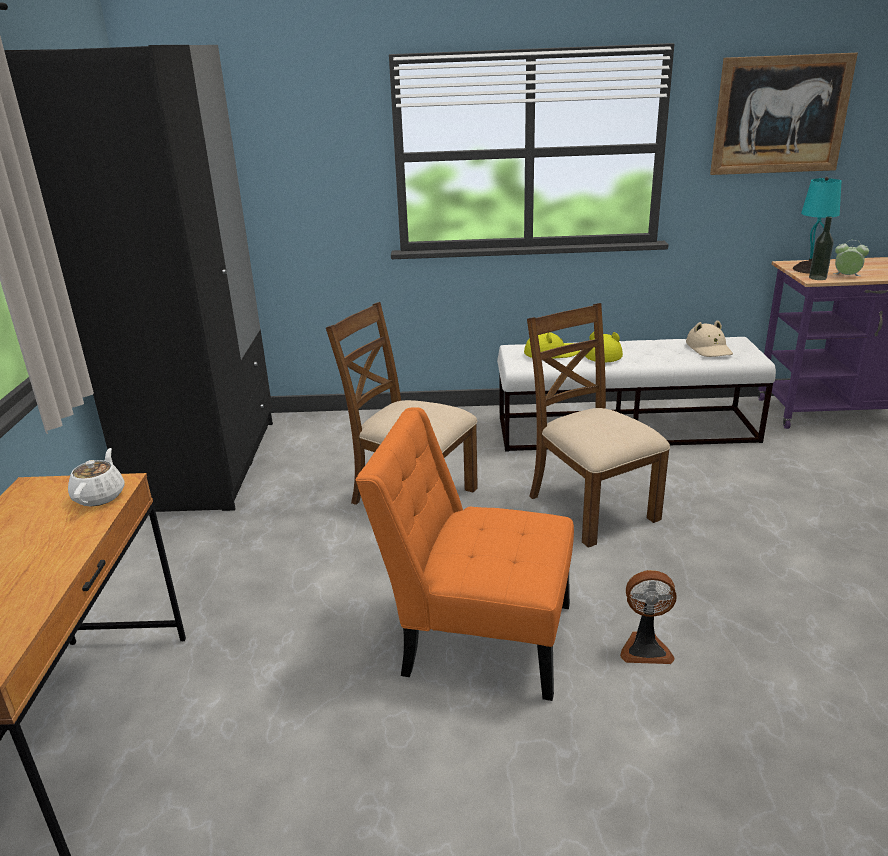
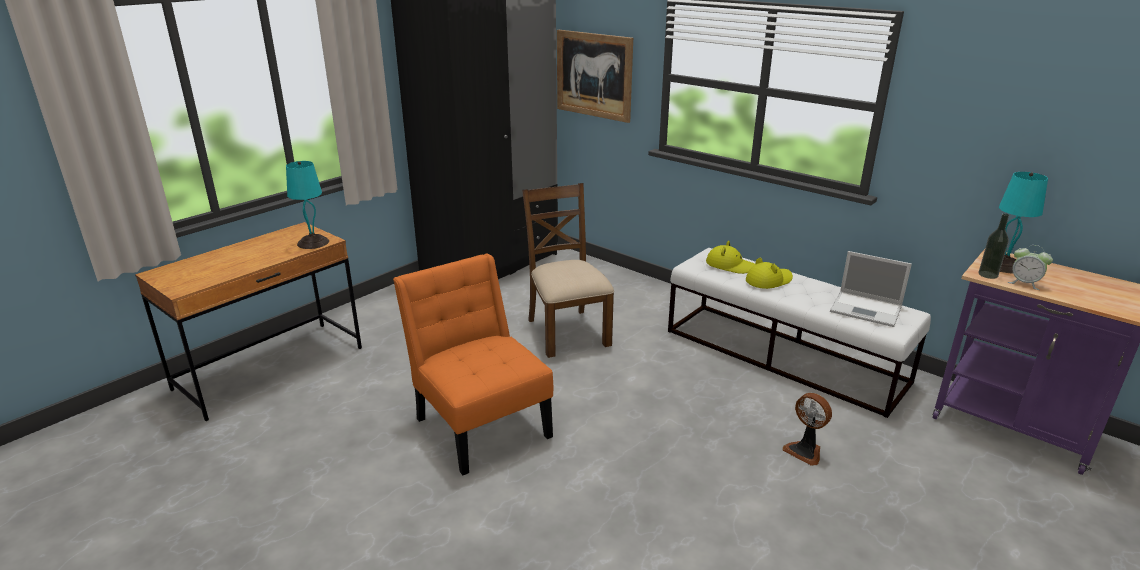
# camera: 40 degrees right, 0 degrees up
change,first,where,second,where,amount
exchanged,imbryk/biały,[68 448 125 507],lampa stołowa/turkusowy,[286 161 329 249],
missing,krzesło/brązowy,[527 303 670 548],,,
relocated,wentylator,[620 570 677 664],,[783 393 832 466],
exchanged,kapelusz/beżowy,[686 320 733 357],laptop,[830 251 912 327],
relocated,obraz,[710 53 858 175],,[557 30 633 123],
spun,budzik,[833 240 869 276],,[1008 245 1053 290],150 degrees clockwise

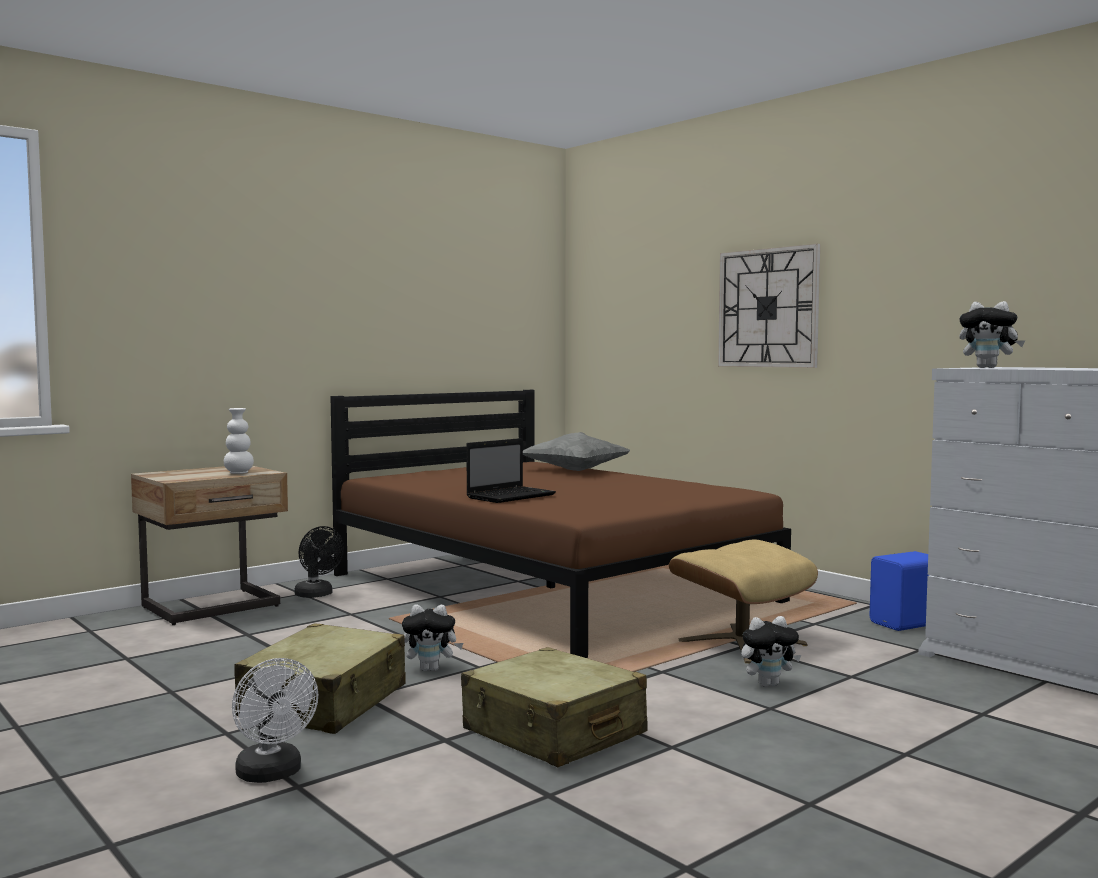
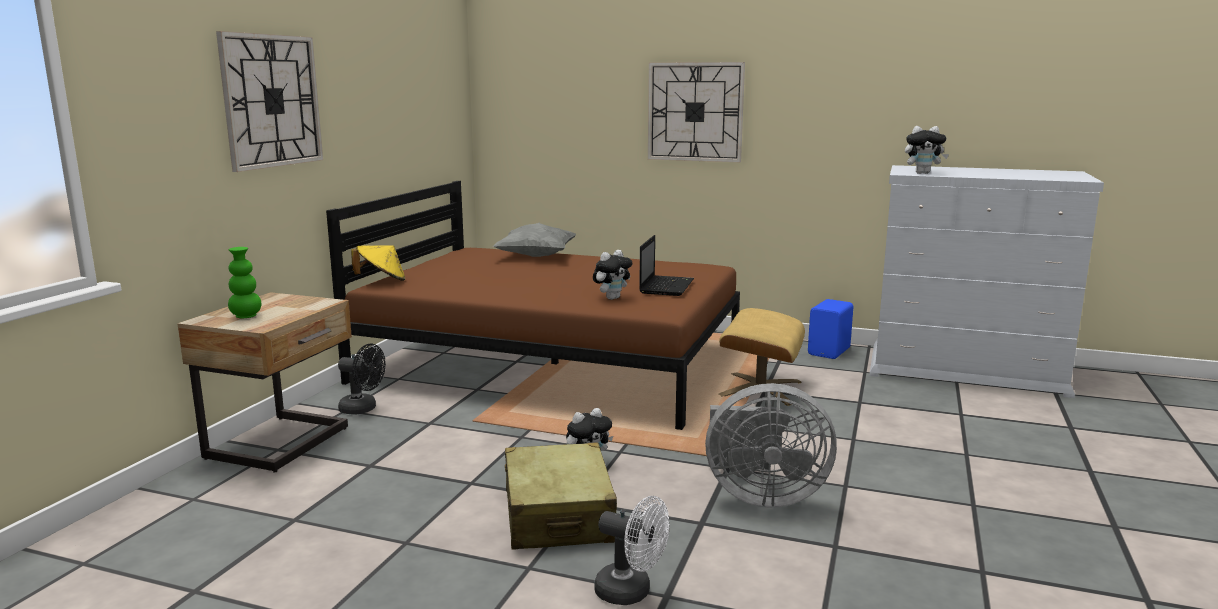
# camera: 30 degrees left, 10 degrees up
change,first,where,second,where,amount
missing,wazon/biały,[224 408 254 474],,,
exchanged,walizka/beżowy,[461 647 647 767],wentylator/szary,[705 383 837 508],
relocated,laptop,[466 438 556 503],,[639 235 694 296],
relocated,pluszak,[741 616 801 687],,[593 250 632 300],
appeared,,,zegar ścienny,[216 31 323 172],
appeared,,,wazon/zielony,[228 247 261 318],
appeared,,,kapelusz/żółty,[351 245 405 281],

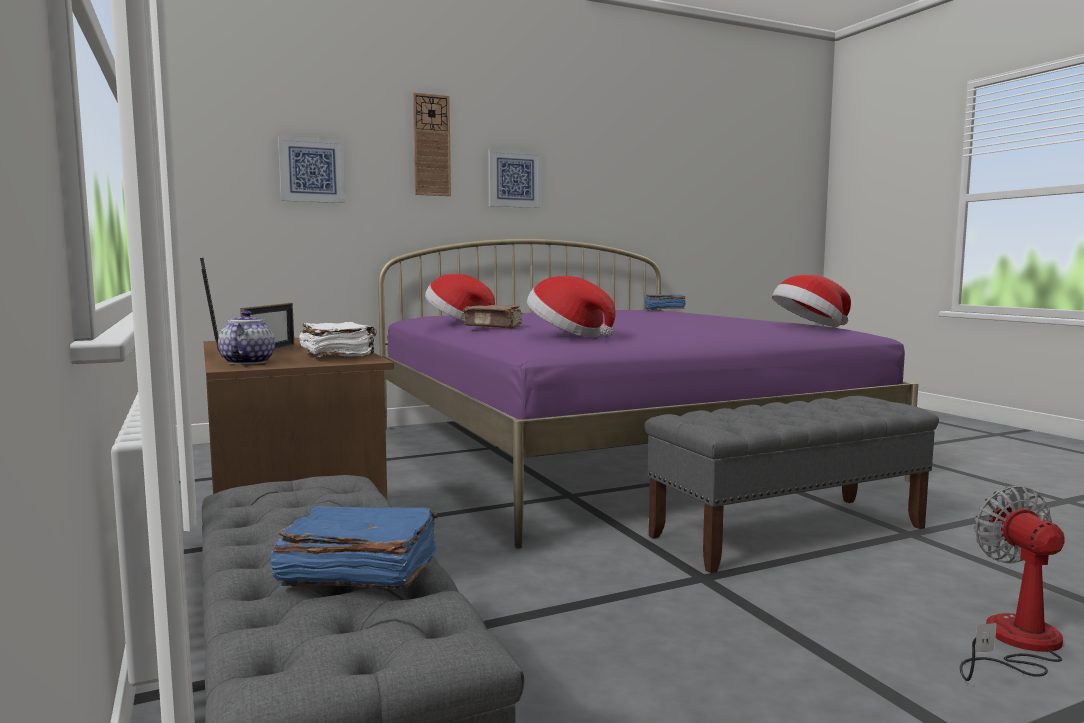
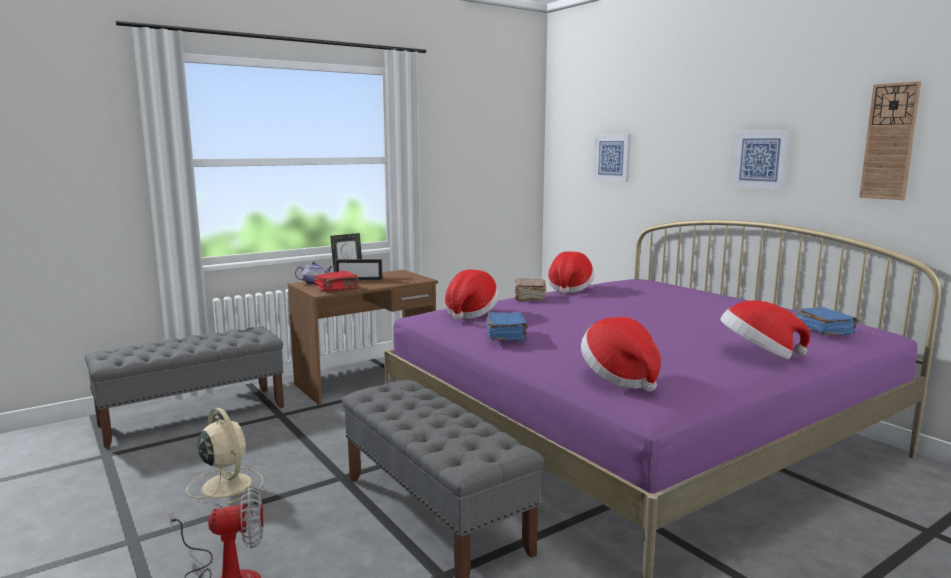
# camera: 80 degrees right, 5 degrees up
change,first,where,second,where,amount
relocated,książka/niebieski,[270 505 438 589],,[486 312 528 341],
colour,książka/biały,[299 322 377 357],książka/czerwony,[314 271 359 292],
relocated,zegar ścienny,[413 93 451 196],,[859 81 921 200],
appeared,,,wentylator/beżowy,[186 408 263 505],
appeared,,,kapelusz,[720 300 810 359],

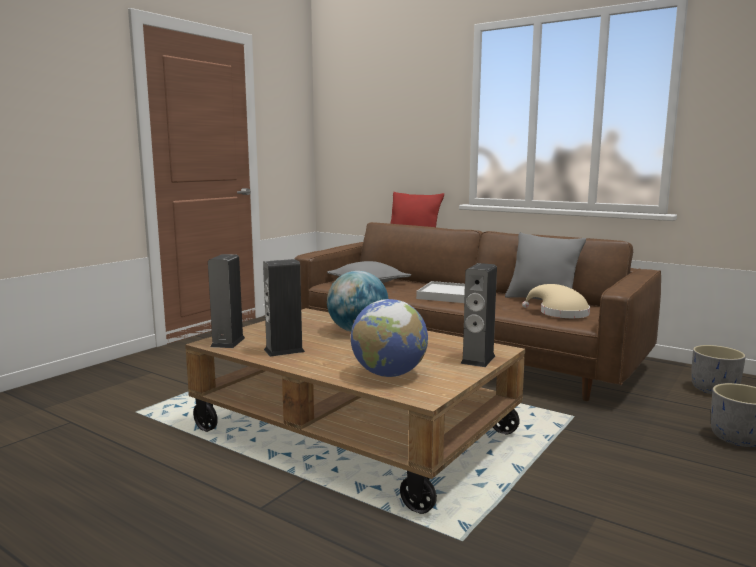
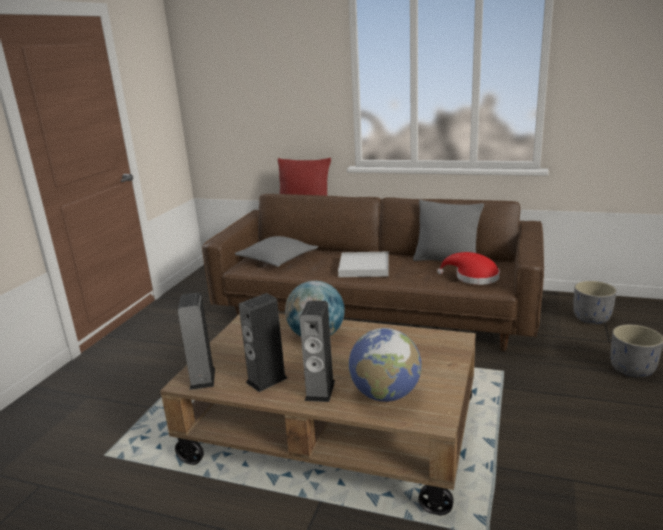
# camera: 15 degrees left, 10 degrees up
change,first,where,second,where,amount
relocated,głośnik,[460 263 497 367],,[299 300 335 402],
colour,kapelusz/beżowy,[522 284 590 318],kapelusz/czerwony,[437 252 500 285],

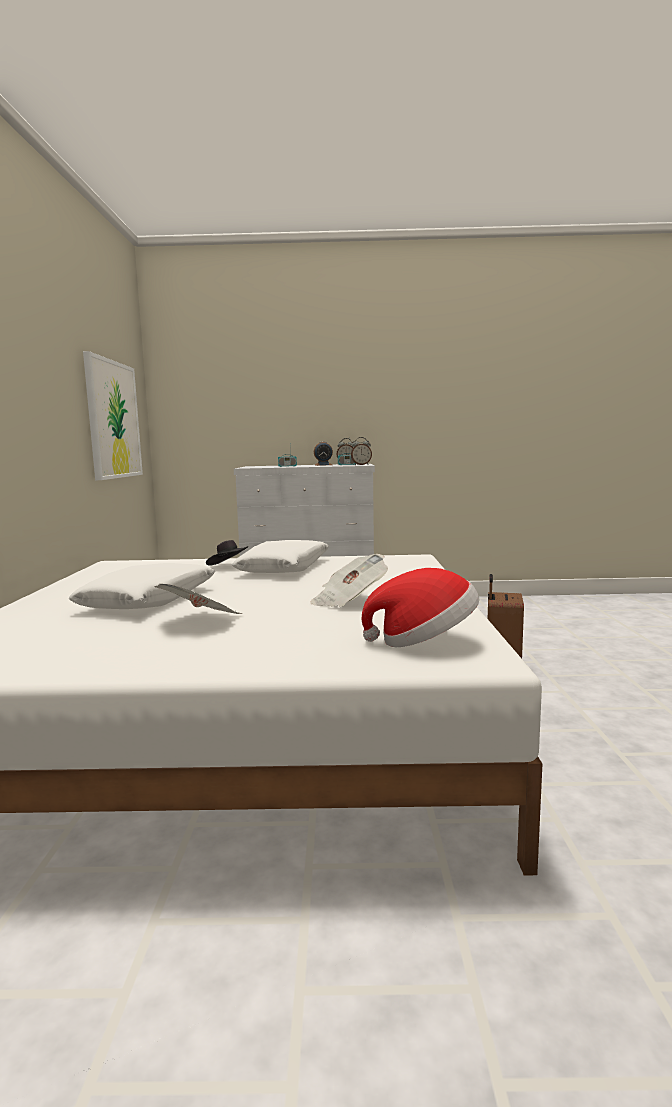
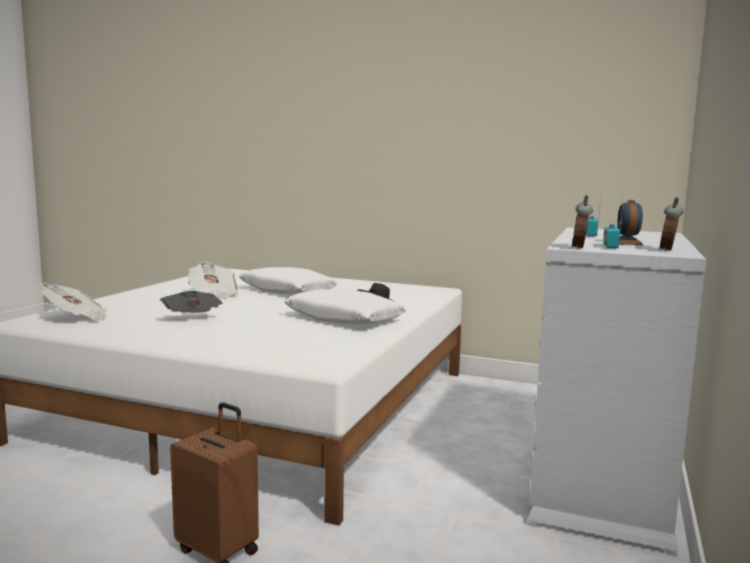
# camera: 110 degrees right, 0 degrees up
change,first,where,second,where,amount
missing,obraz,[83 351 143 480],,,
exchanged,kapelusz,[361 568 479 647],gazeta,[41 283 107 321],

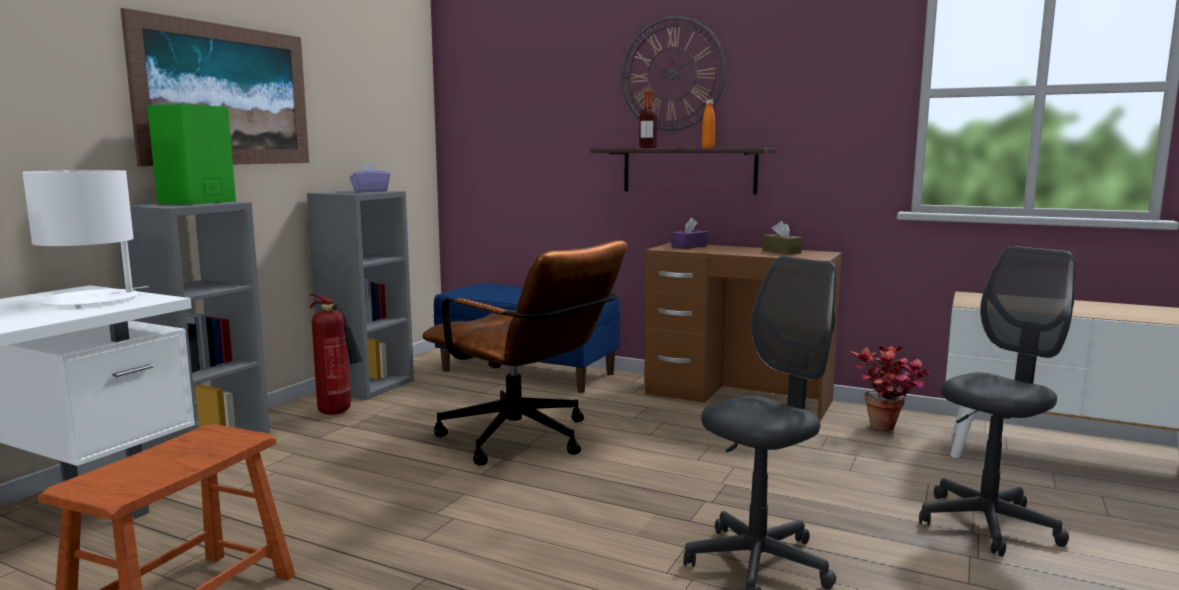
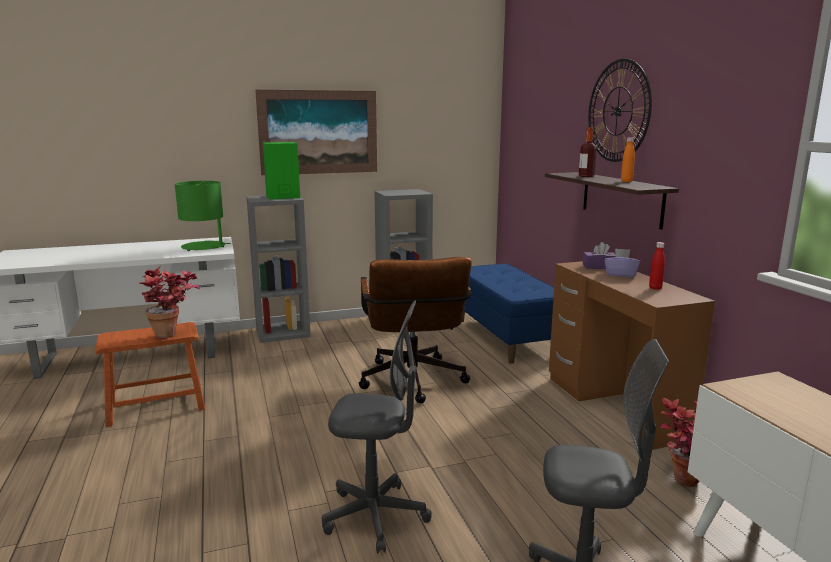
# camera: 45 degrees right, 5 degrees up
change,first,where,second,where,amount
colour,lampa stołowa/biały,[22 170 149 308],lampa stołowa/zielony,[175 181 230 251],
missing,gaśnica,[309 294 362 415],,,
relocated,pudełko chusteczek/fioletowy,[350 163 390 192],,[604 248 640 277],
exchanged,pudełko chusteczek/brązowy,[762 221 802 255],butelka/czerwony,[649 242 665 290],
appeared,,,roślina doniczkowa,[139 266 200 338],

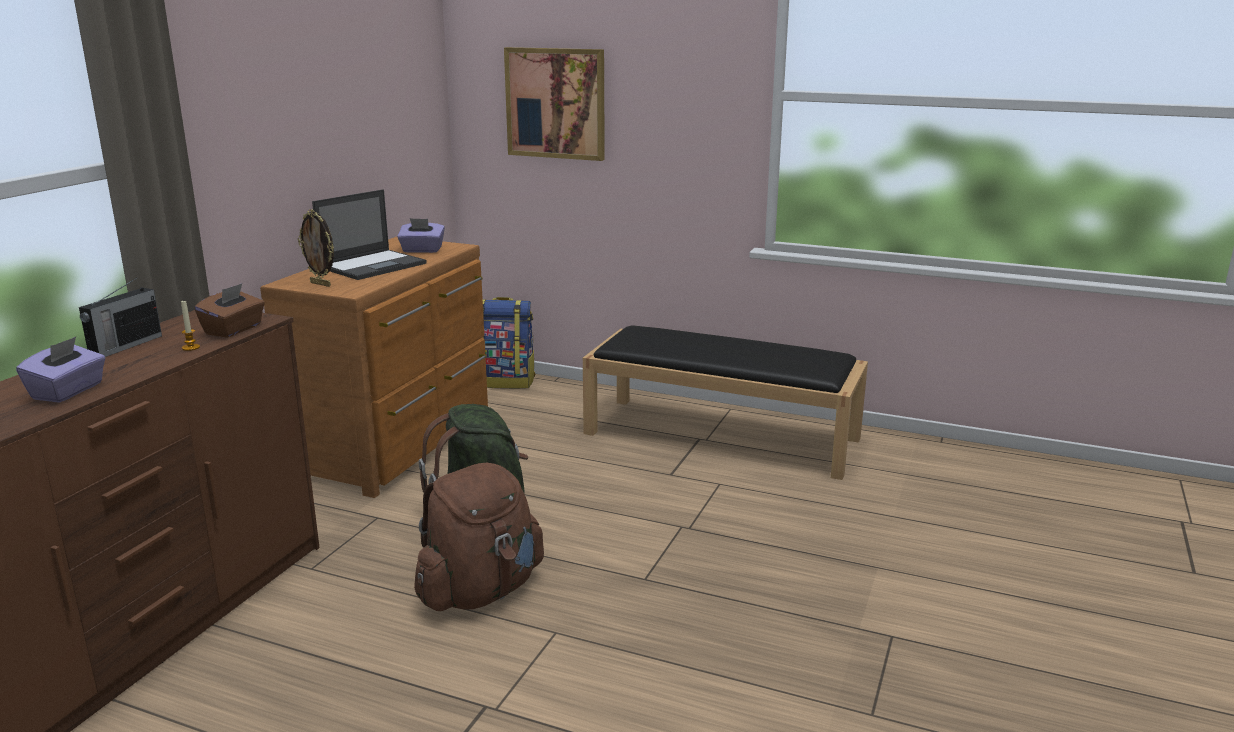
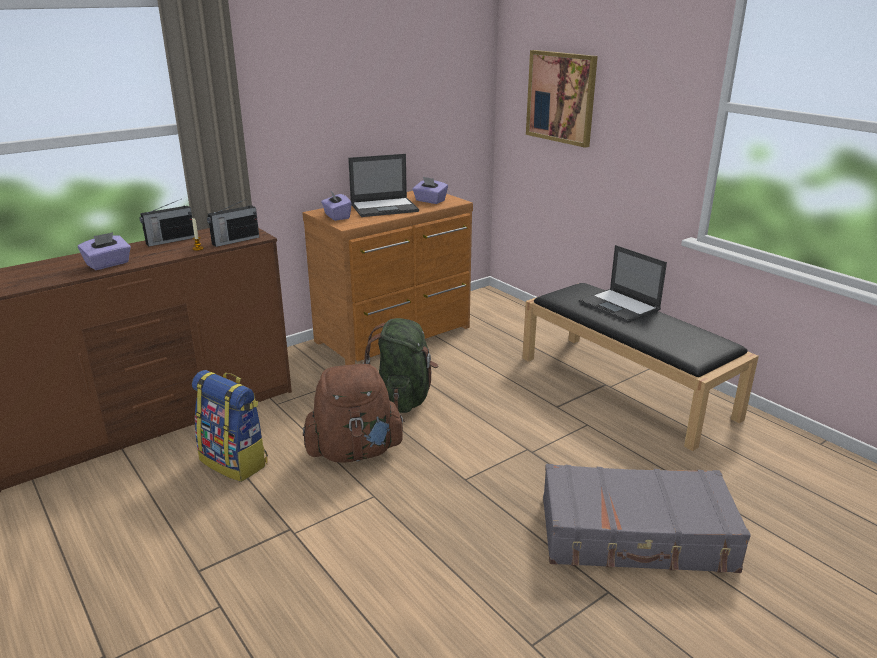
# camera: 30 degrees right, 5 degrees up
change,first,where,second,where,amount
exchanged,pudełko chusteczek/brązowy,[194 283 265 338],radio,[207 199 259 247],
exchanged,ramka na zdjęcie,[298 209 334 287],pudełko chusteczek/fioletowy,[321 190 352 221],
relocated,plecak,[483 297 535 389],,[192 370 268 482],
appeared,,,walizka/szary,[543 464 751 573],
appeared,,,laptop,[579 245 667 323],

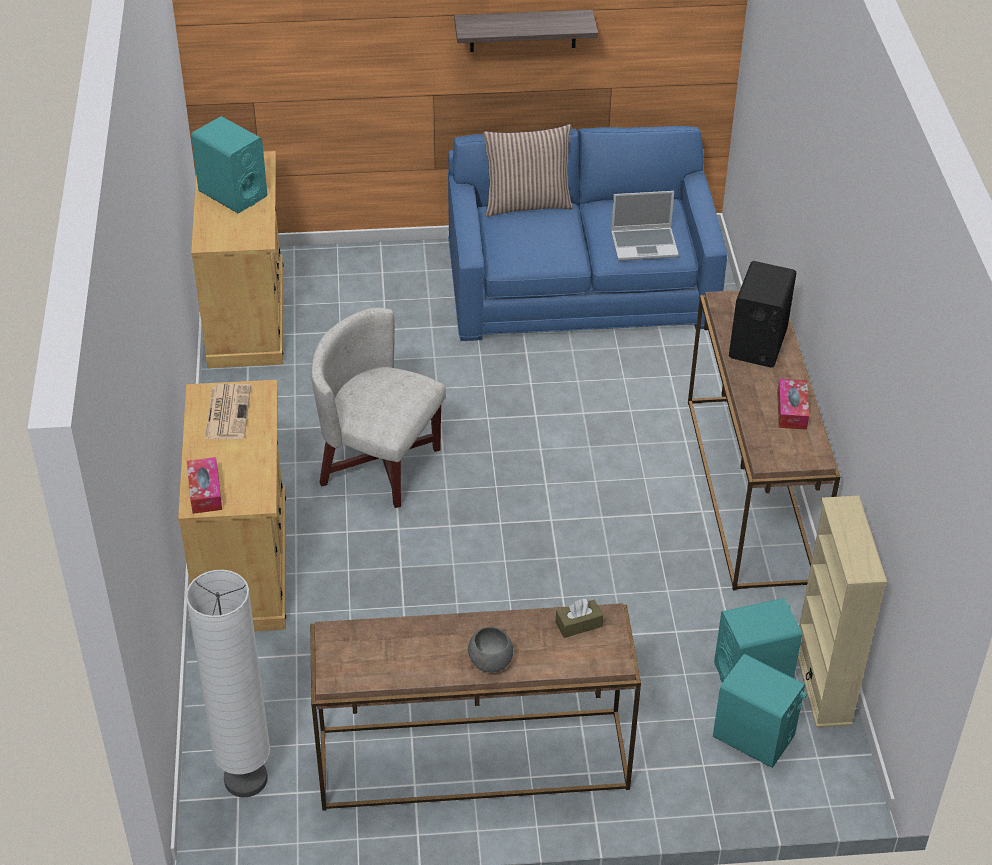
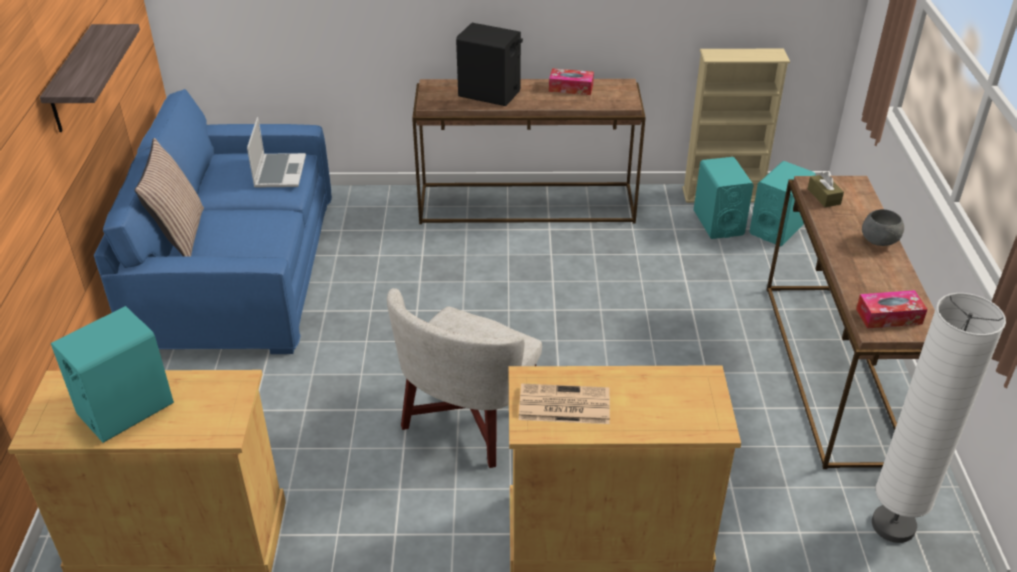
# camera: 85 degrees left, 5 degrees down
change,first,where,second,where,amount
relocated,pudełko chusteczek,[187 457 222 514],,[856 290 928 329],

